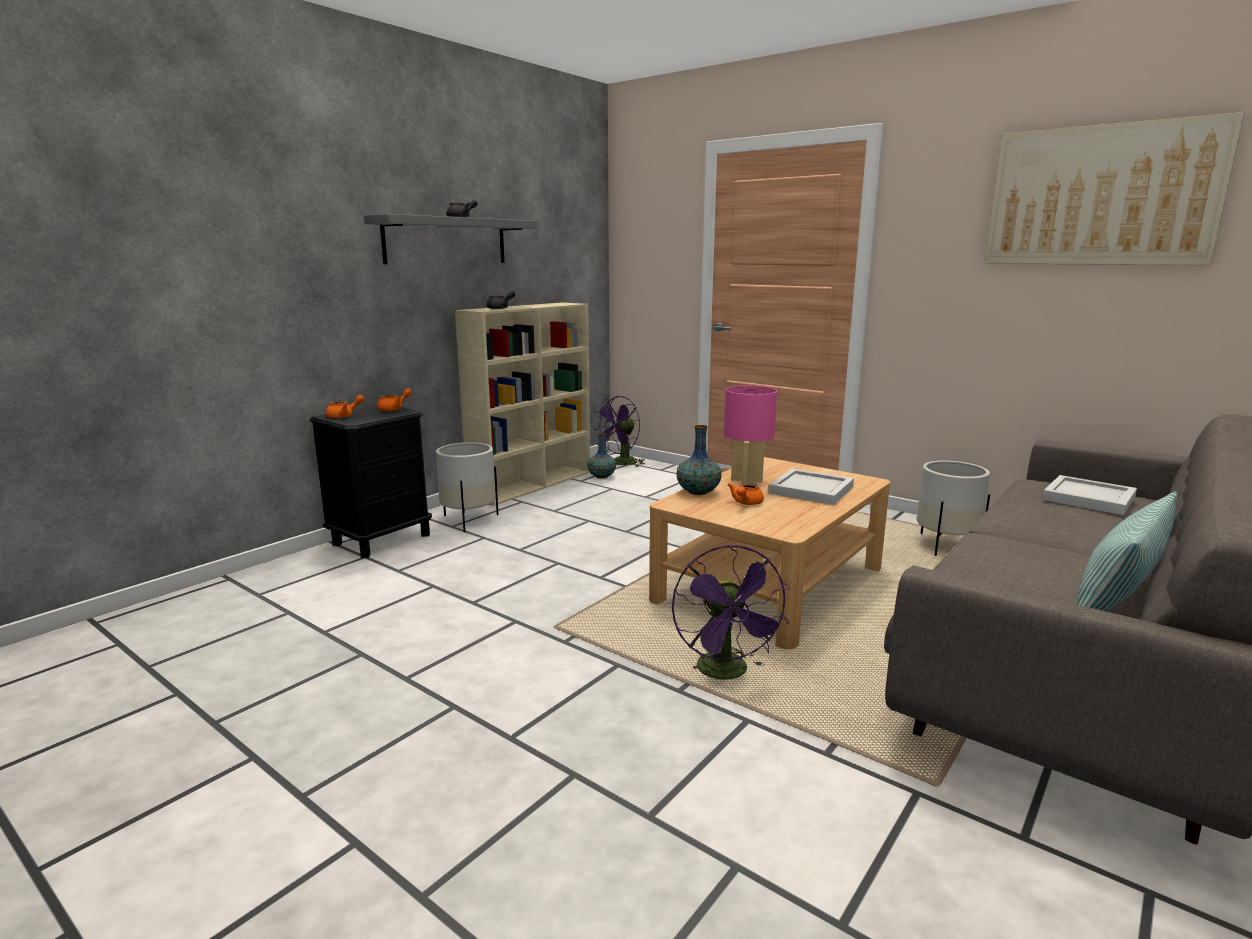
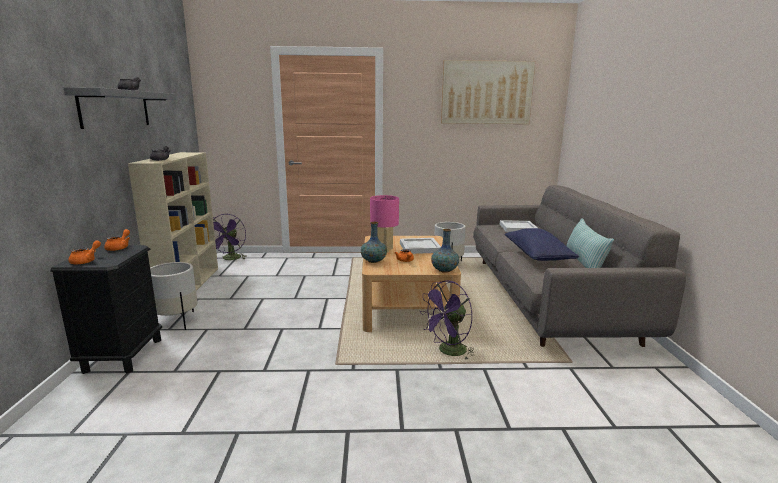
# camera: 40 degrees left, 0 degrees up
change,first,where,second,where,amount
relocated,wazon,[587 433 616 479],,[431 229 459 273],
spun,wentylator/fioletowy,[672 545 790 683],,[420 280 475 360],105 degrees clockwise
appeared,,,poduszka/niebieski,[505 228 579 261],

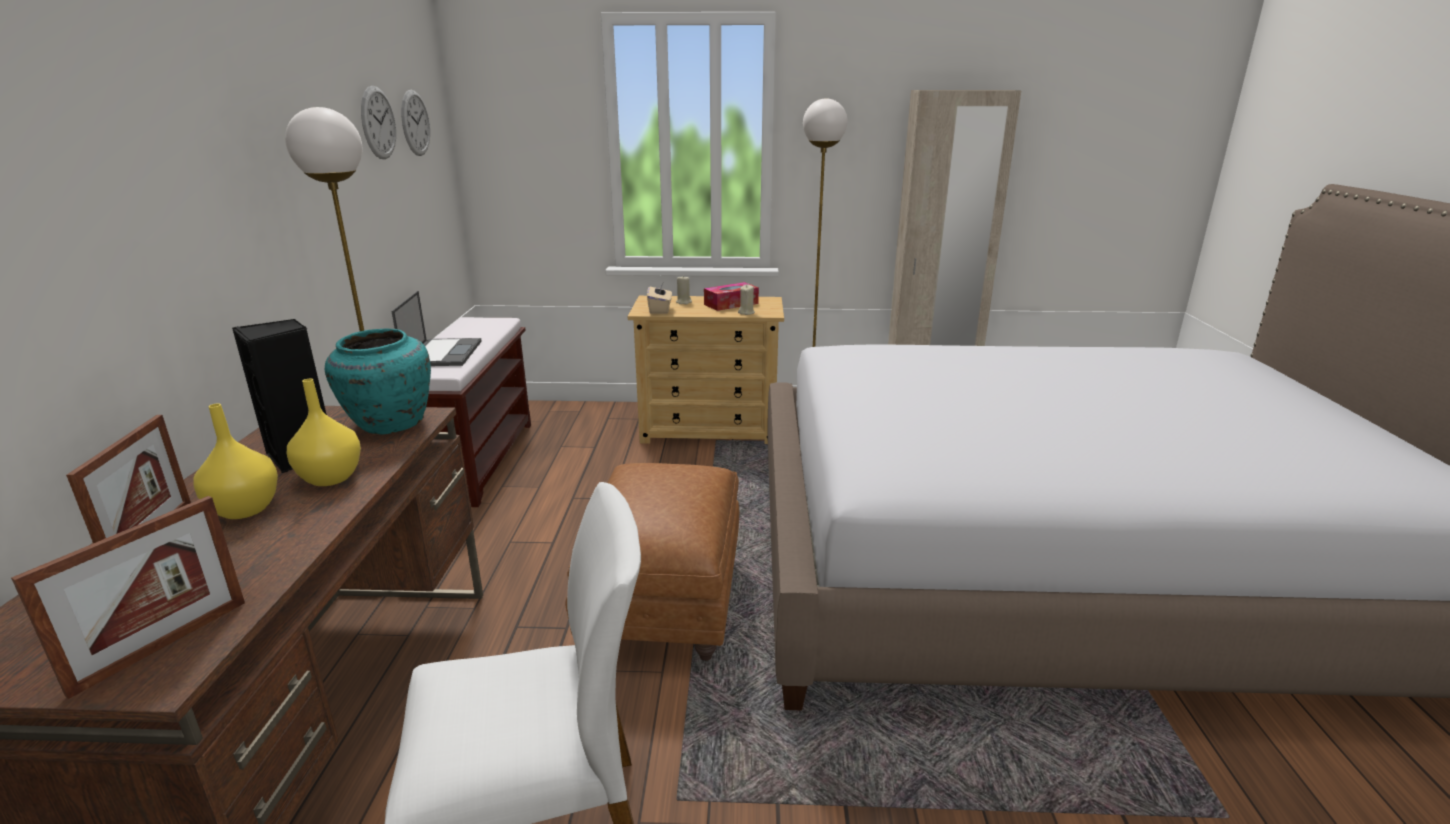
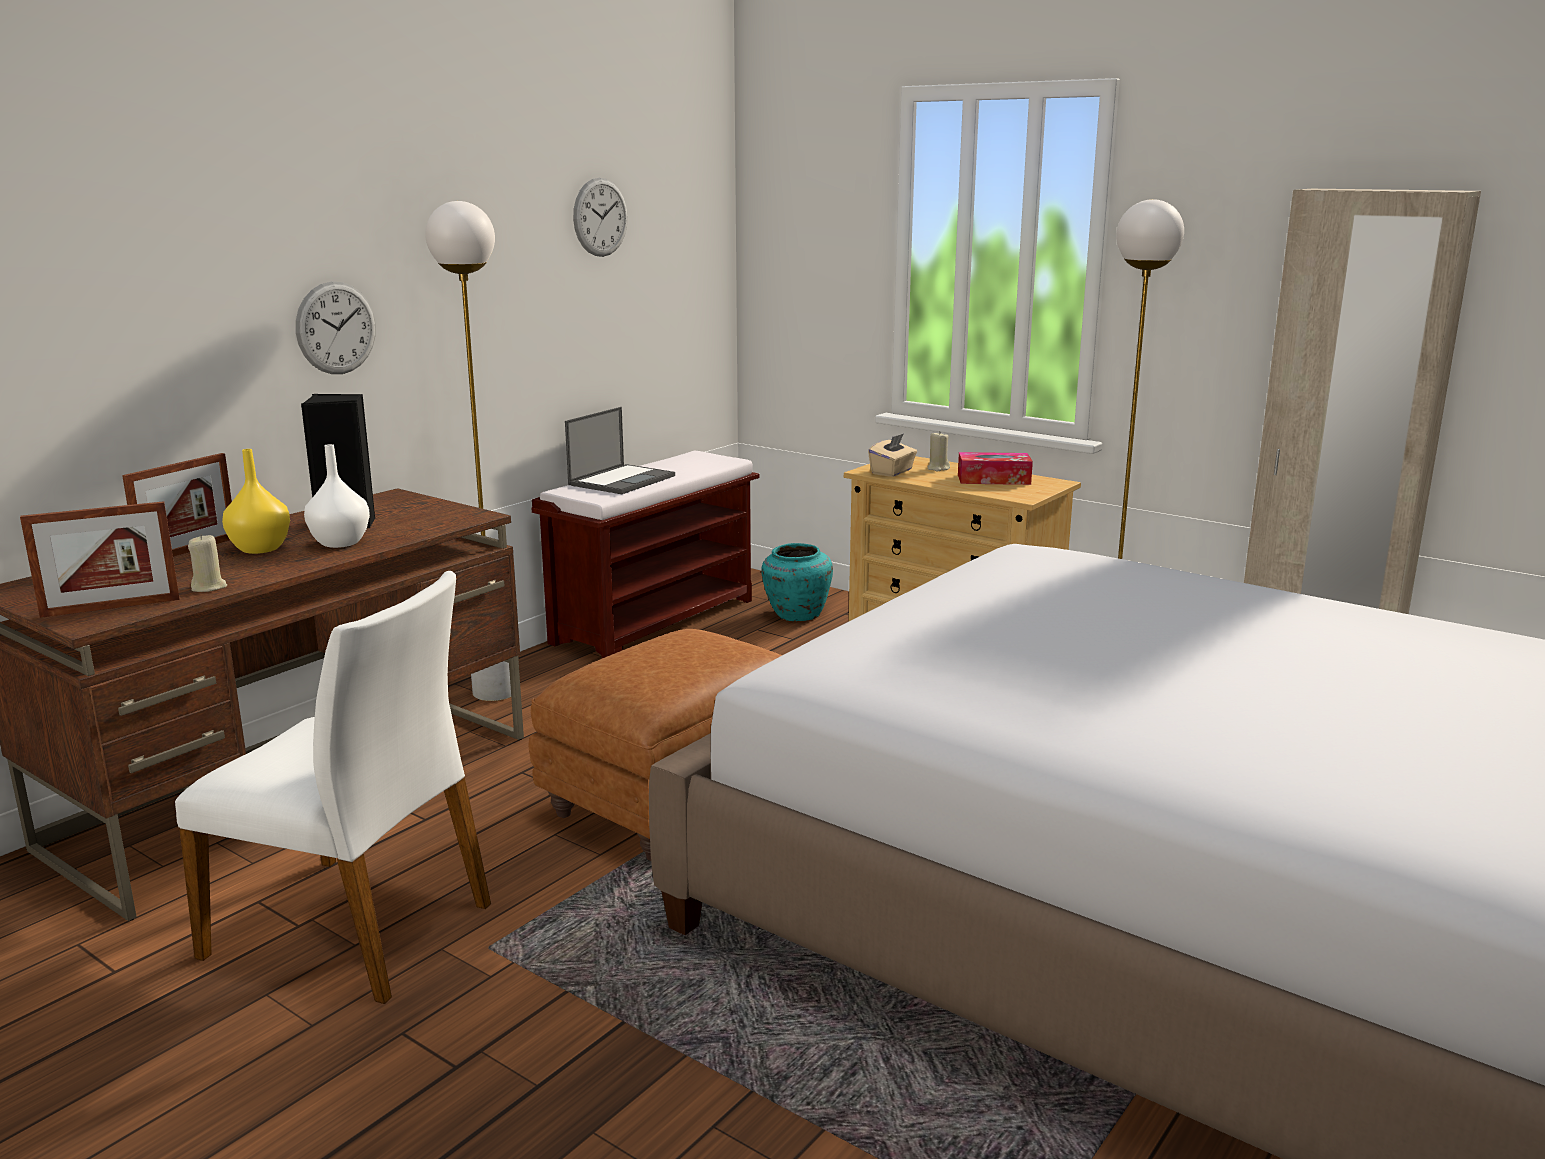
# camera: 35 degrees right, 5 degrees down
change,first,where,second,where,amount
colour,wazon/żółty,[287 379 361 486],wazon/biały,[304 444 370 548],
relocated,wazon/turkusowy,[325 329 431 434],,[761 543 833 621],
relocated,zegar ścienny,[401 90 430 156],,[296 281 376 374],
relocated,świeca/beżowy,[738 285 755 315],,[188 534 227 592],

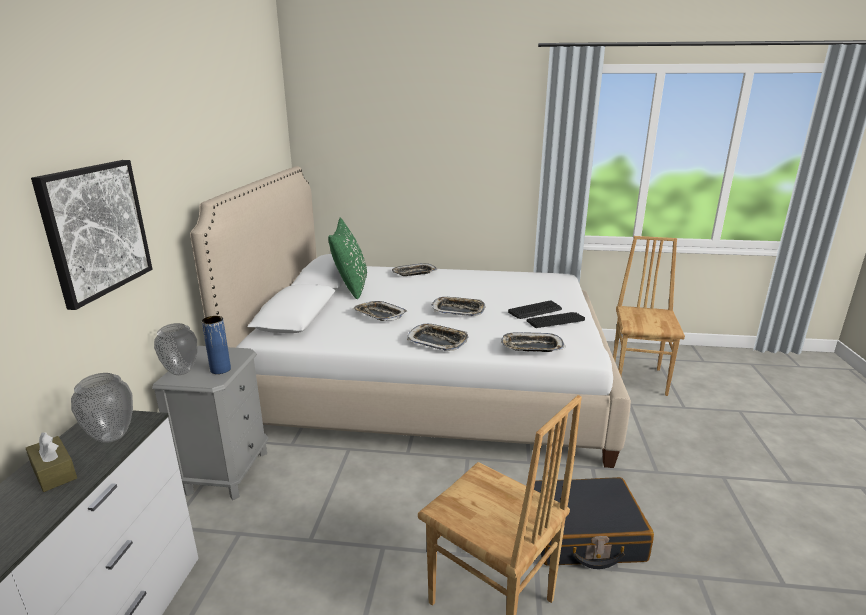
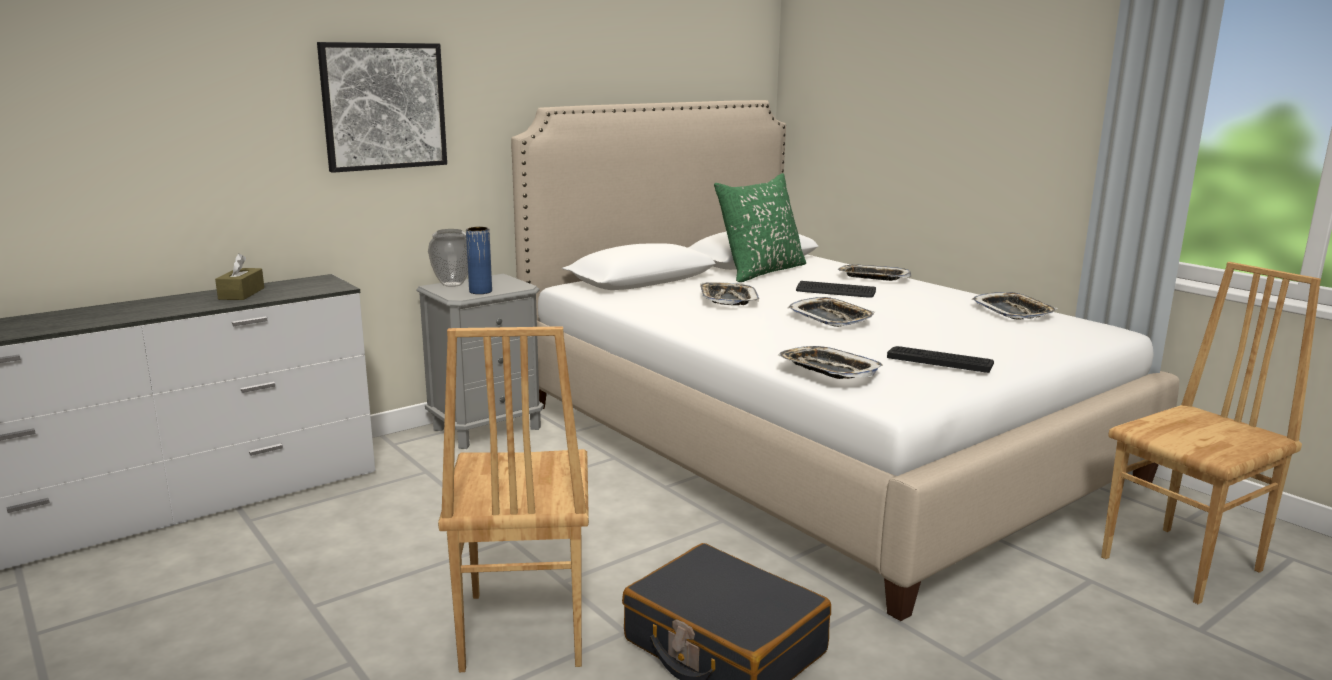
# camera: 45 degrees right, 5 degrees down
change,first,where,second,where,amount
missing,wazon,[71 373 133 443],,,
relocated,taca,[407 324 468 351],,[971 292 1058 319],
relocated,klawiatura,[508 300 562 319],,[796 281 876 298],

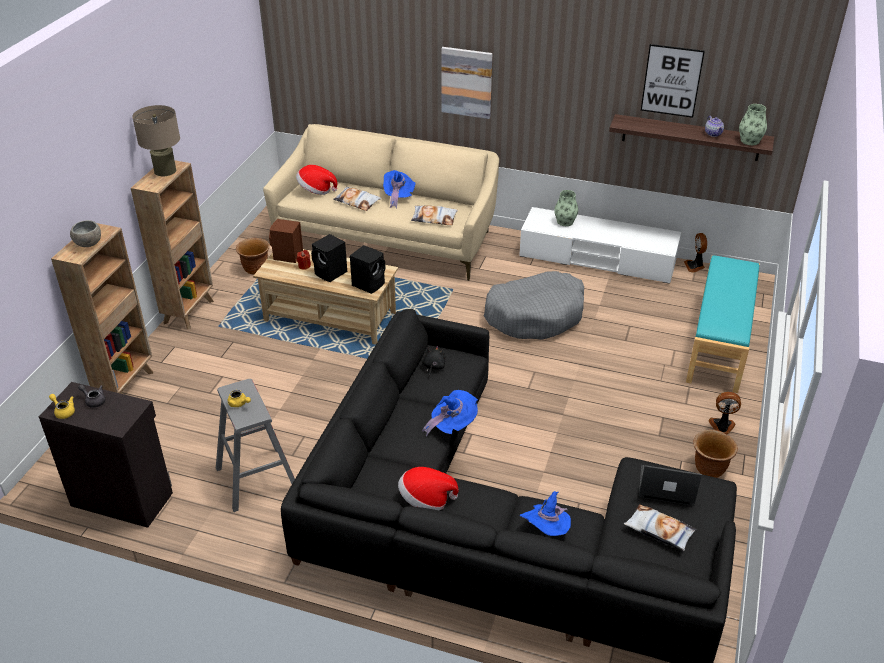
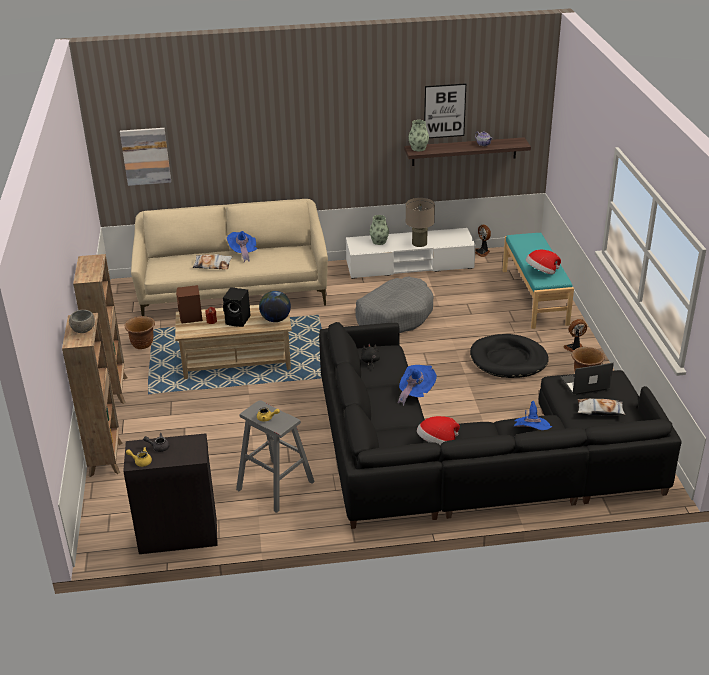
# camera: 25 degrees left, 5 degrees down
change,first,where,second,where,amount
relocated,lampa stołowa/beżowy,[132 105 180 176],,[406 198 435 247],
relocated,kapelusz,[296 165 337 195],,[526 250 561 274],
exchanged,głośnik/czarny,[350 245 386 294],globus,[259 291 291 322],
missing,poduszka,[411 206 458 225],,,
relocated,obraz,[441 47 492 119],,[120 128 171 186],
relocated,wazon,[739 104 767 145],,[409 120 429 151],
appeared,,,legowisko/czarny,[470 334 549 378],

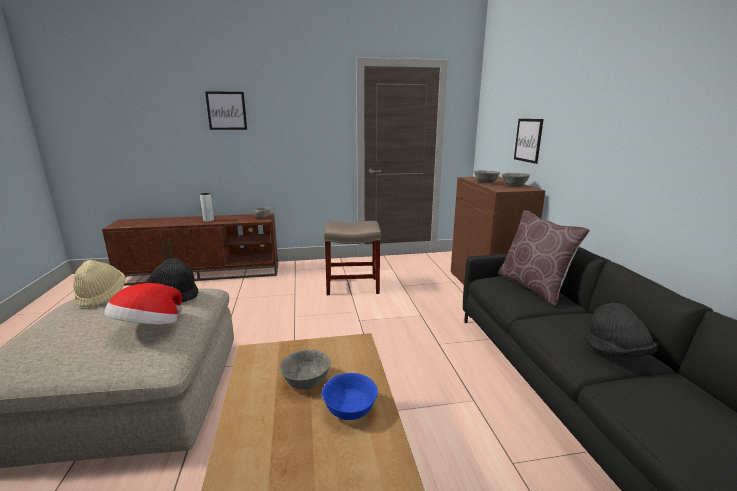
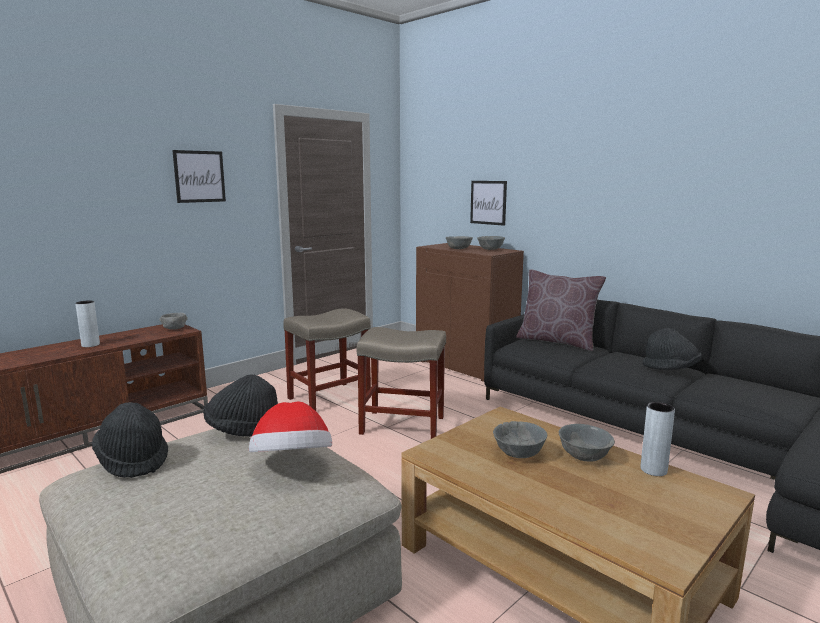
# camera: 35 degrees left, 5 degrees down
change,first,where,second,where,amount
colour,kapelusz/beżowy,[73 260 125 307],kapelusz/czarny,[92 402 168 478],
relocated,obraz,[205 91 247 130],,[172 150 226 203],
colour,miska/niebieski,[321 373 378 420],miska/szary,[559 424 615 461],
appeared,,,stołek/beżowy,[357 327 446 439],
appeared,,,wazon/szary,[641 402 675 476],

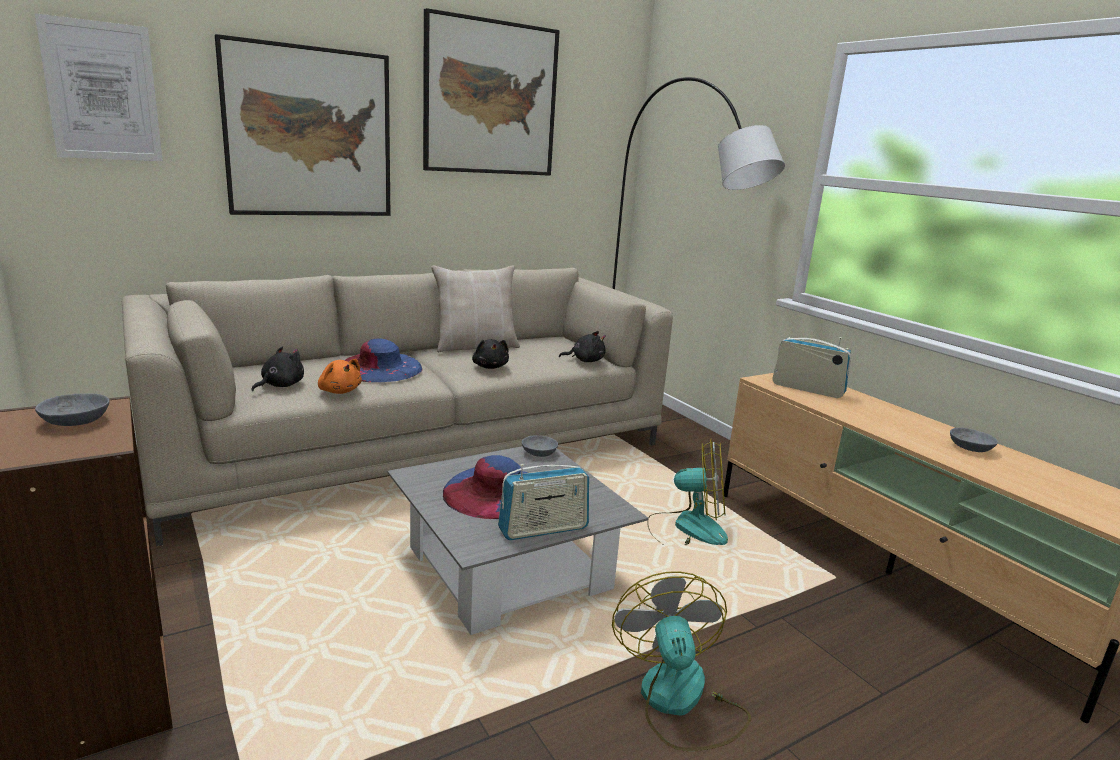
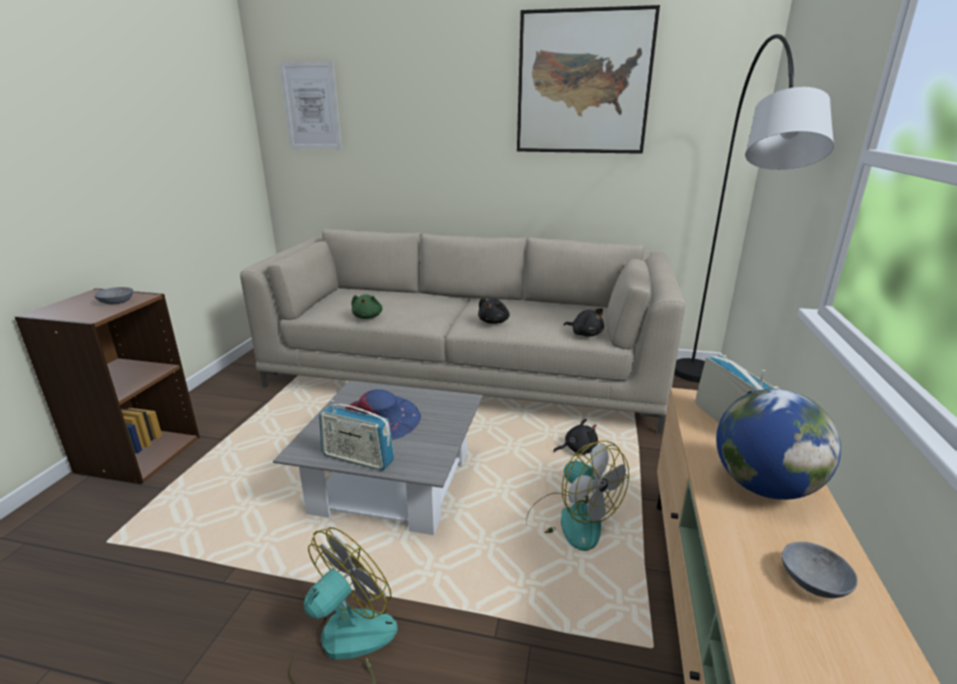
# camera: 45 degrees right, 5 degrees up
change,first,where,second,where,amount
missing,obraz,[215 34 390 216],,,
relocated,pluszak/czarny,[252 347 304 391],,[553 419 598 455],
colour,pluszak/pomarańczowy,[318 359 362 394],pluszak/zielony,[351 294 383 319],
missing,kapelusz/niebieski,[345 339 422 382],,,
missing,poduszka/beżowy,[431 265 520 352],,,
missing,miska/szary,[522 435 558 457],,,
appeared,,,globus,[716 389 841 500],

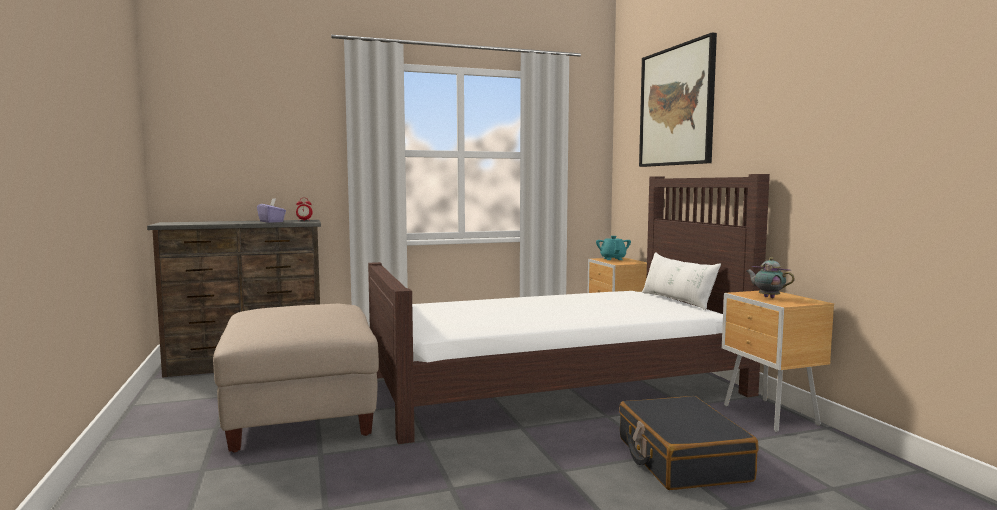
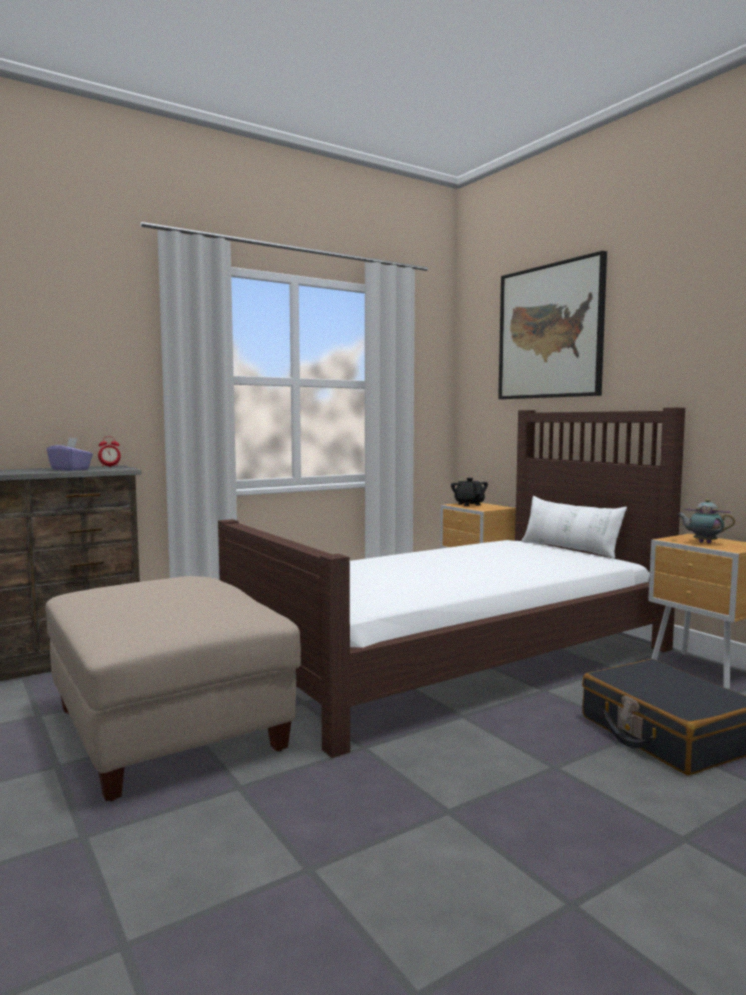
# camera: 15 degrees left, 0 degrees up
change,first,where,second,where,amount
colour,imbryk/turkusowy,[596 236 631 260],imbryk/czarny,[451 478 488 506],

